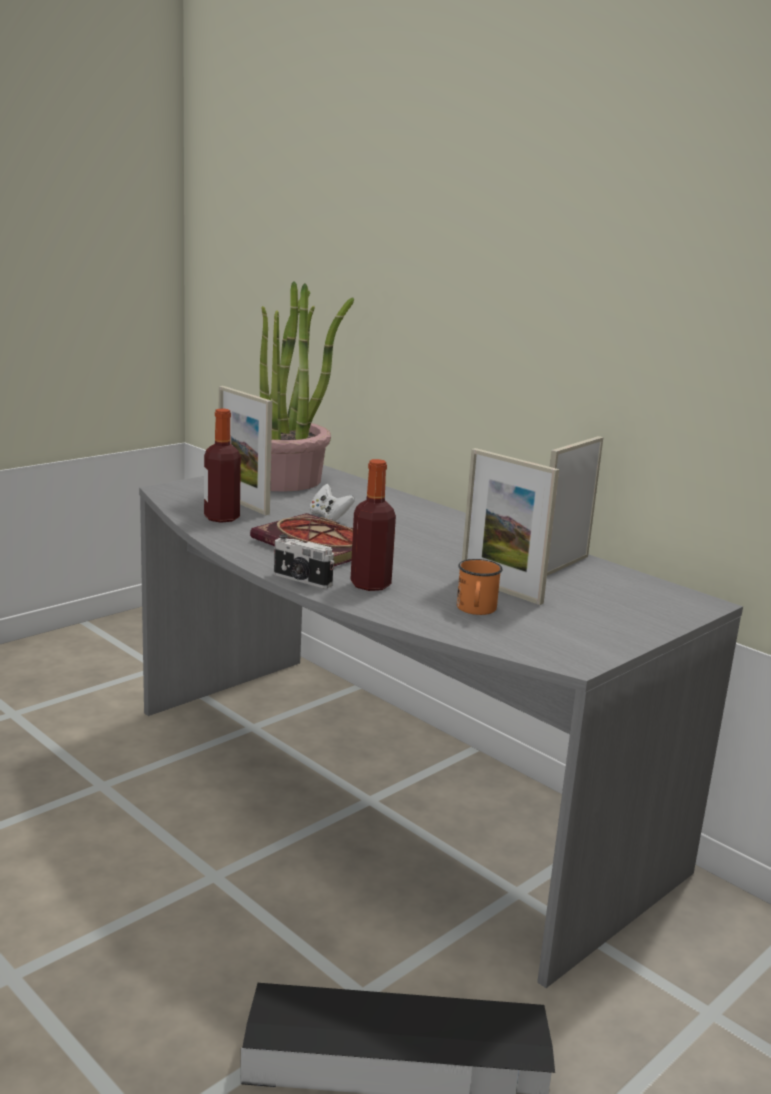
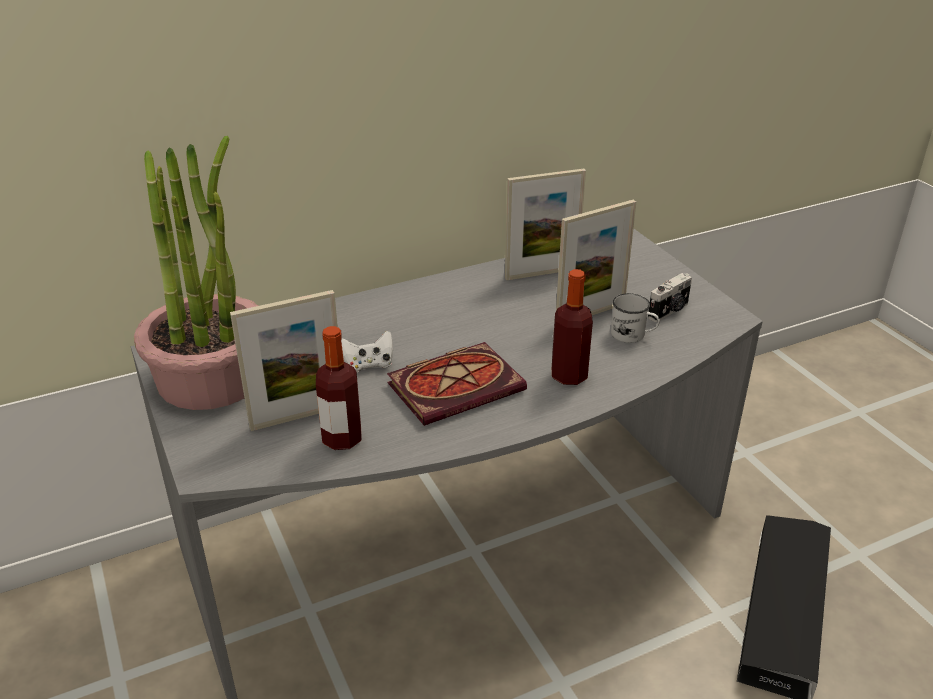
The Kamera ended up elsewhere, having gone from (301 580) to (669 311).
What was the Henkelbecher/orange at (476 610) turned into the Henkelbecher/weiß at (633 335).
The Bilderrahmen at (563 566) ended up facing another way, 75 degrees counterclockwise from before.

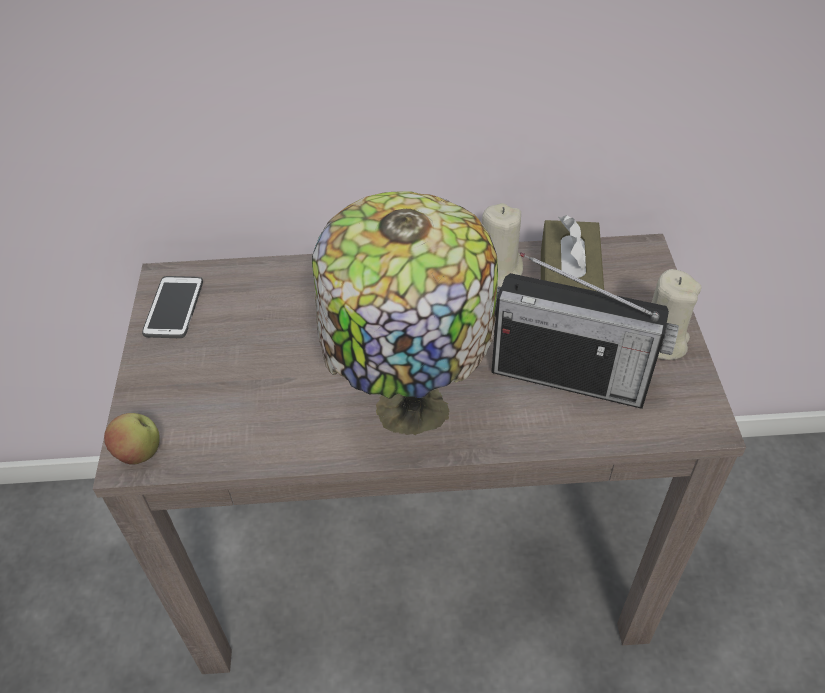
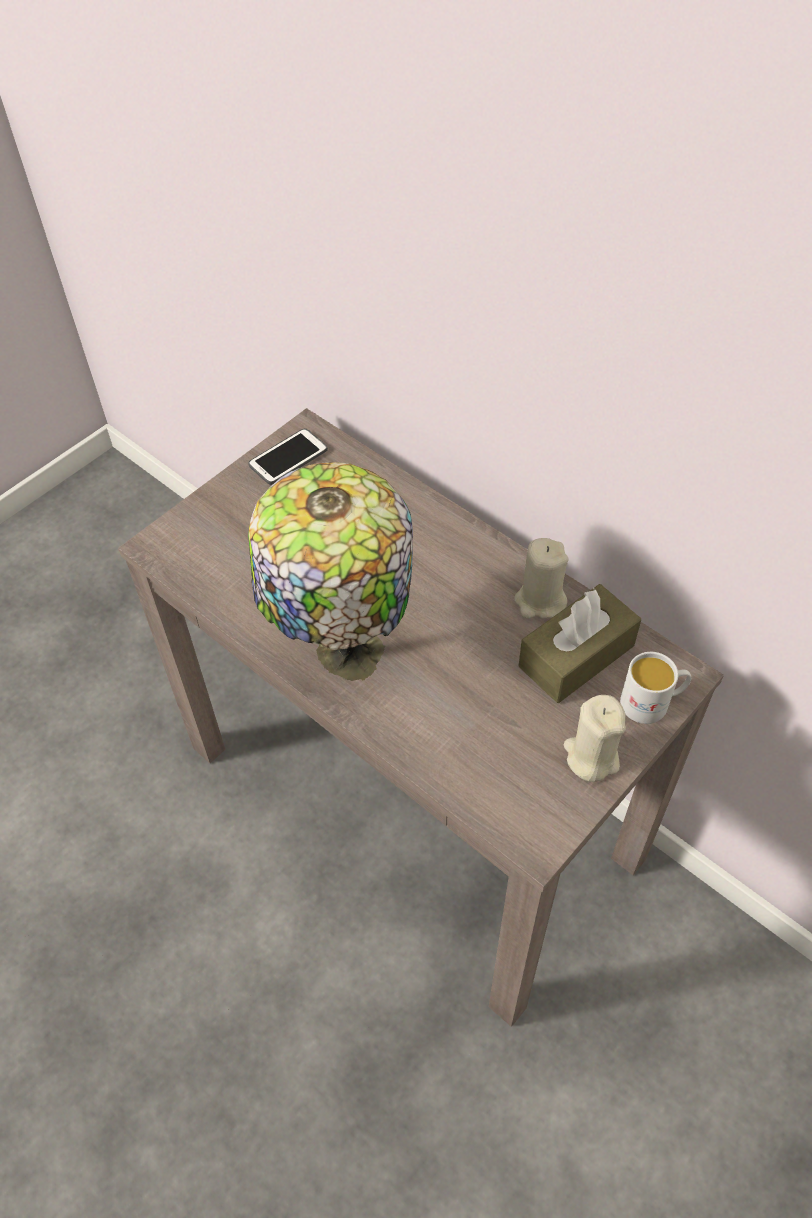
The second view lost the Apfel at (139 453).
The second view lost the Radio at (569 376).
The second view gained the Henkelbecher/weiß at (652 702).

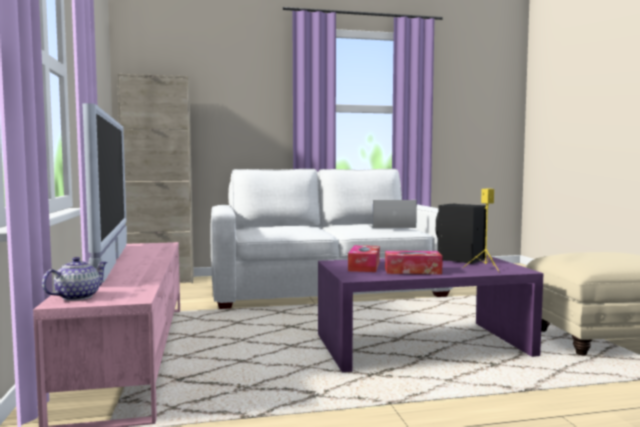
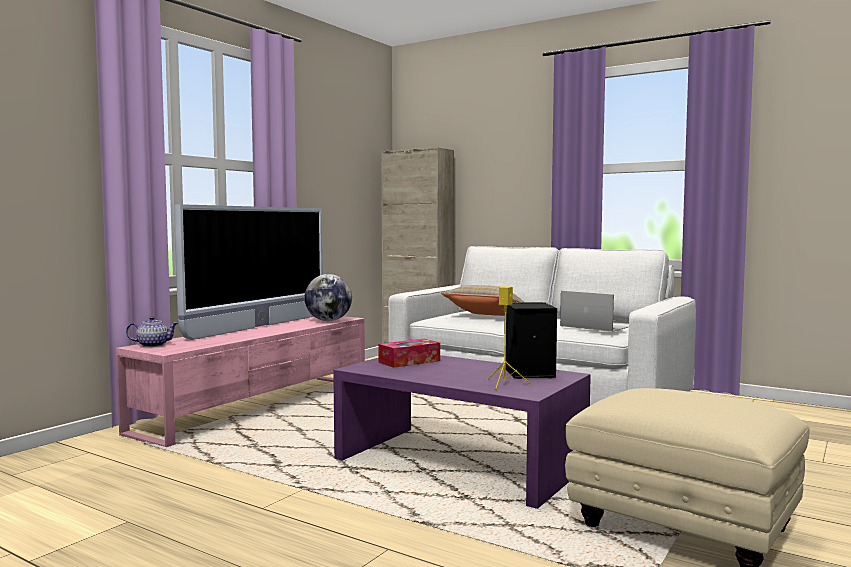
The second view lost the Taschentuchbox at (412 271).
The second view gained the Globus at (328 320).
The second view gained the Kissen/beige at (487 316).

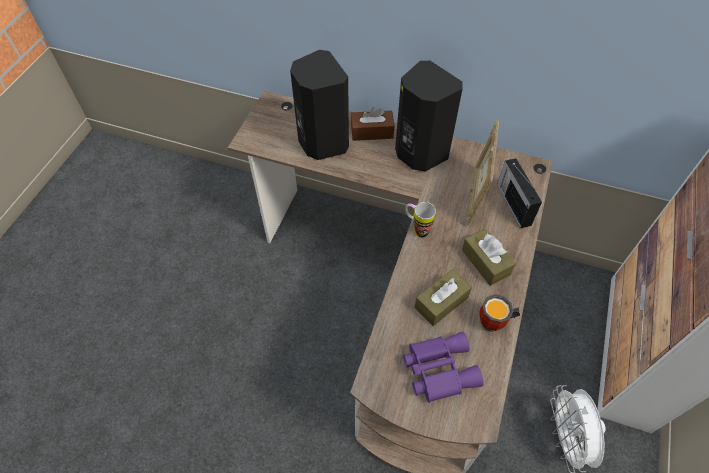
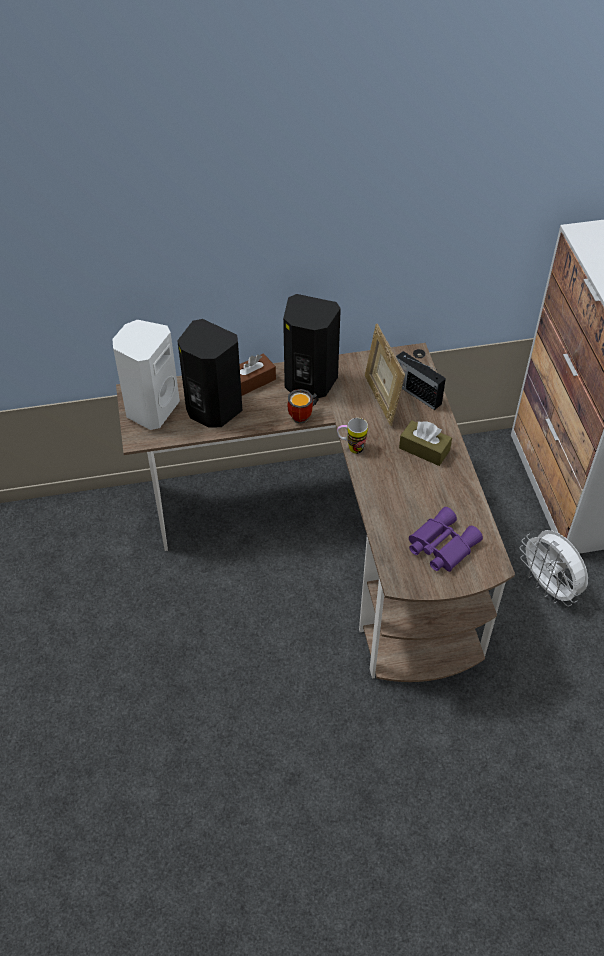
The second view lost the Taschentuchbox/braun at (441 302).
The second view gained the Lautsprecher/weiß at (151 409).
The Henkelbecher ended up elsewhere, having gone from (495 323) to (304 416).

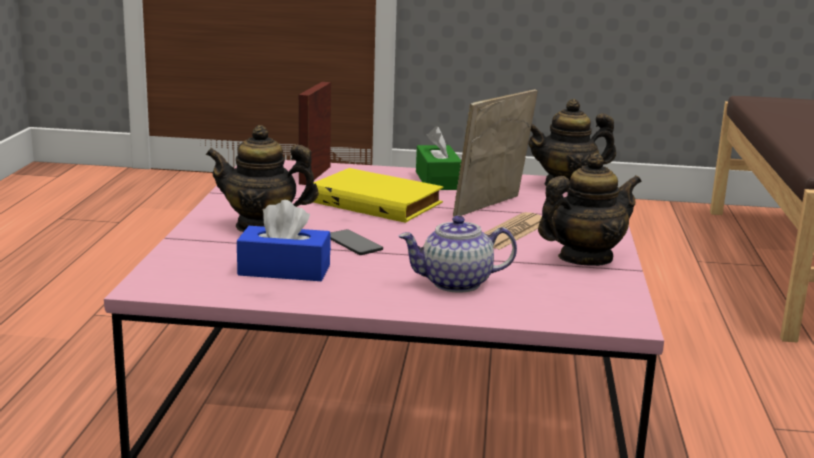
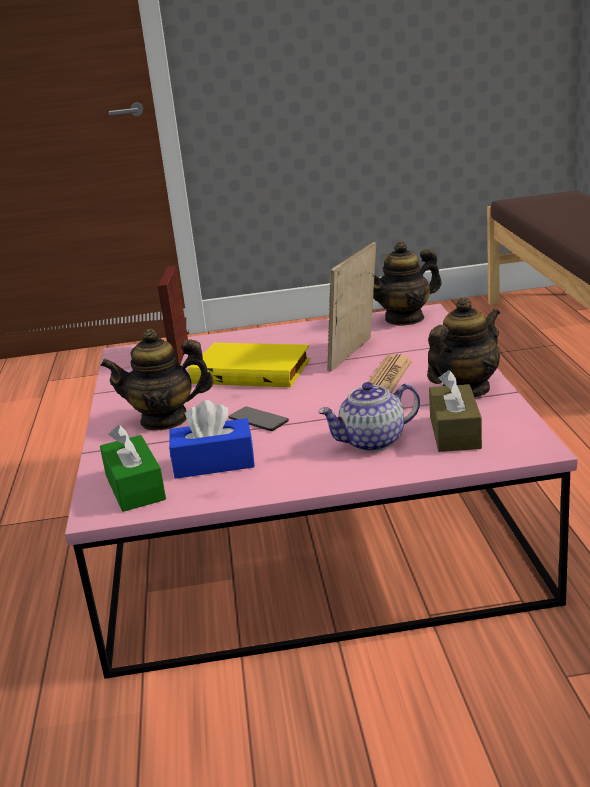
The second view gained the Taschentuchbox/braun at (454 432).
The Taschentuchbox/grün ended up elsewhere, having gone from (437 180) to (135 487).

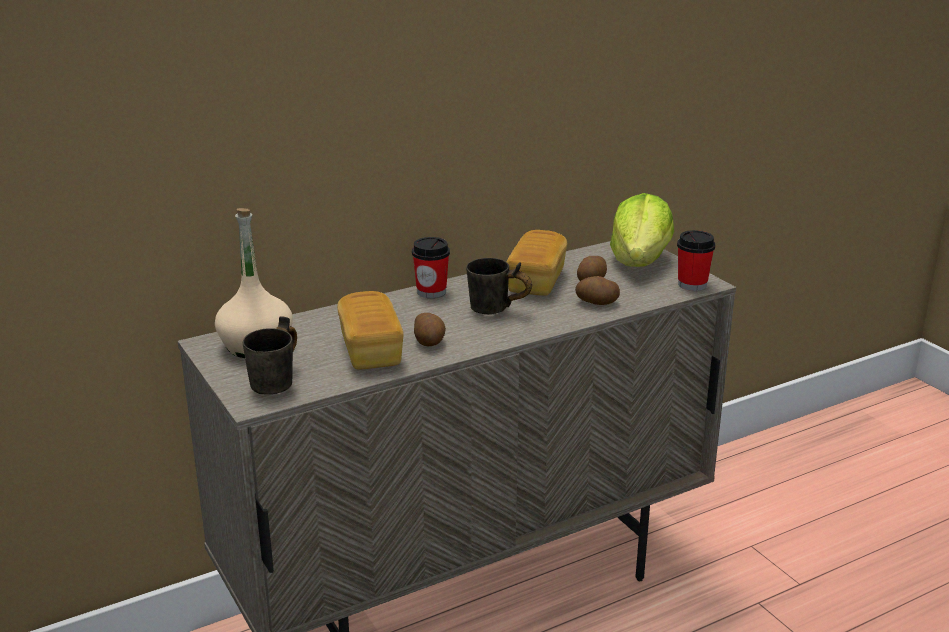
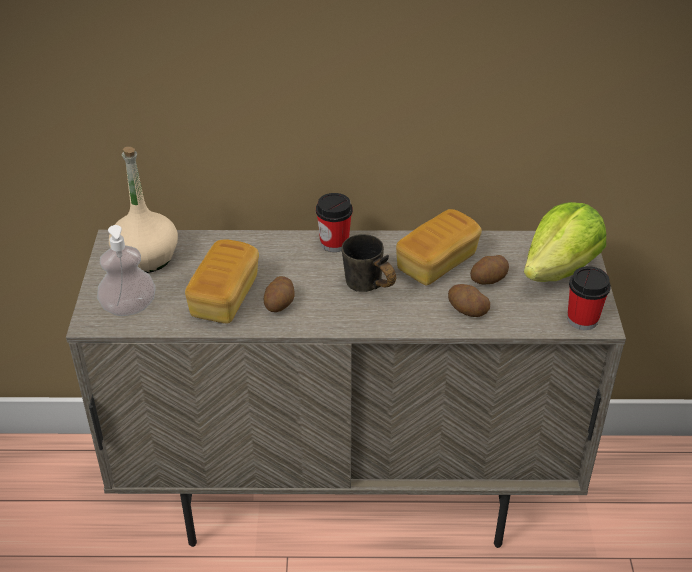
Where the Henkelbecher/grau stood at (281 383), the Seifenspender came to stand at (129 307).

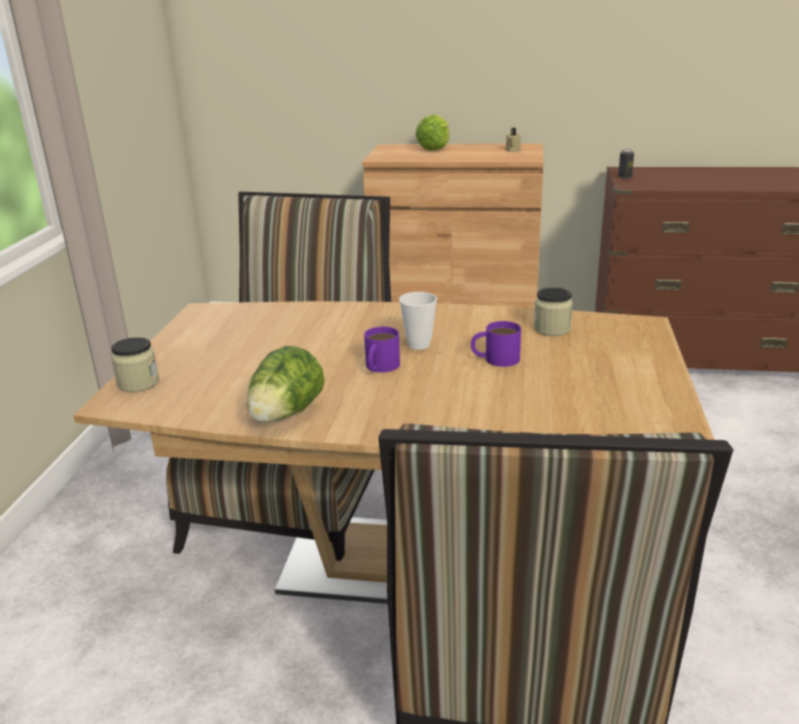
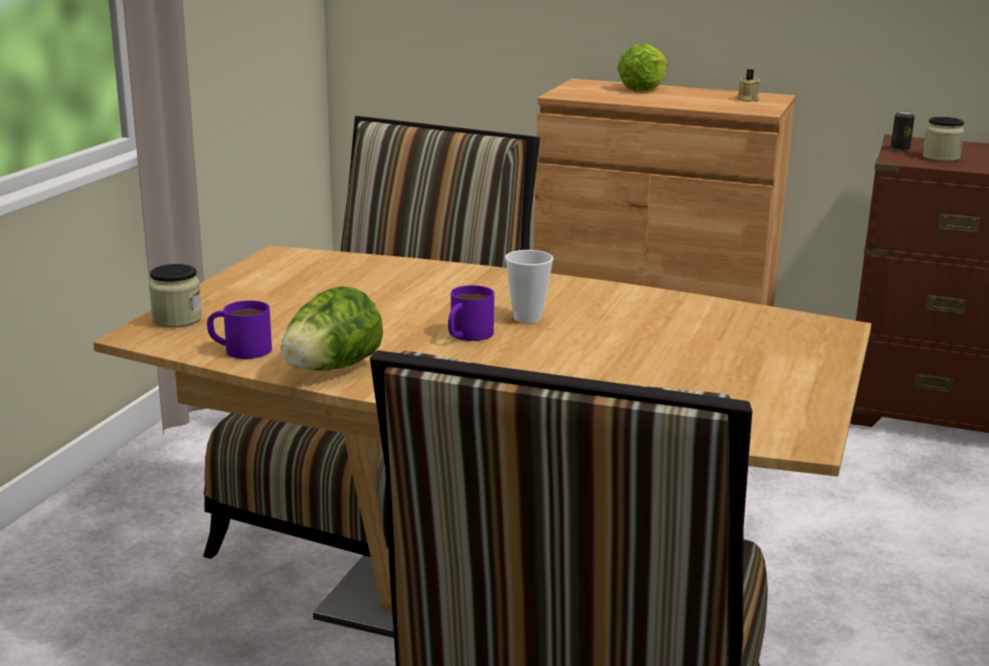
The Henkelbecher/lila ended up elsewhere, having gone from (495 359) to (239 349).
The Vorratsglas ended up elsewhere, having gone from (552 329) to (941 157).

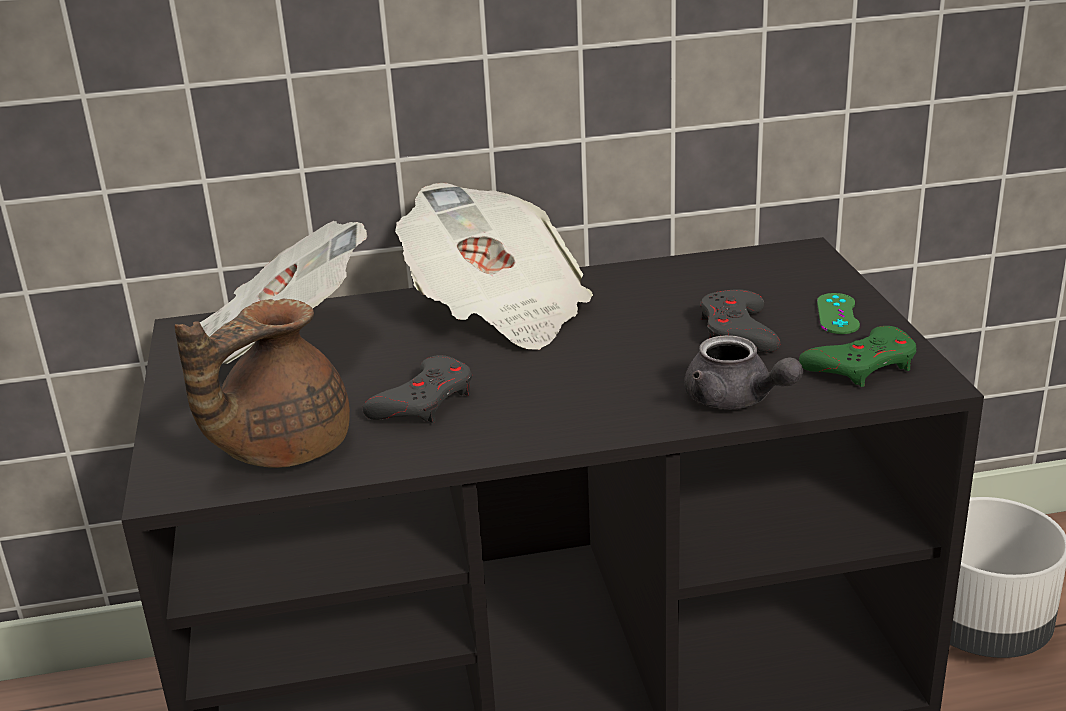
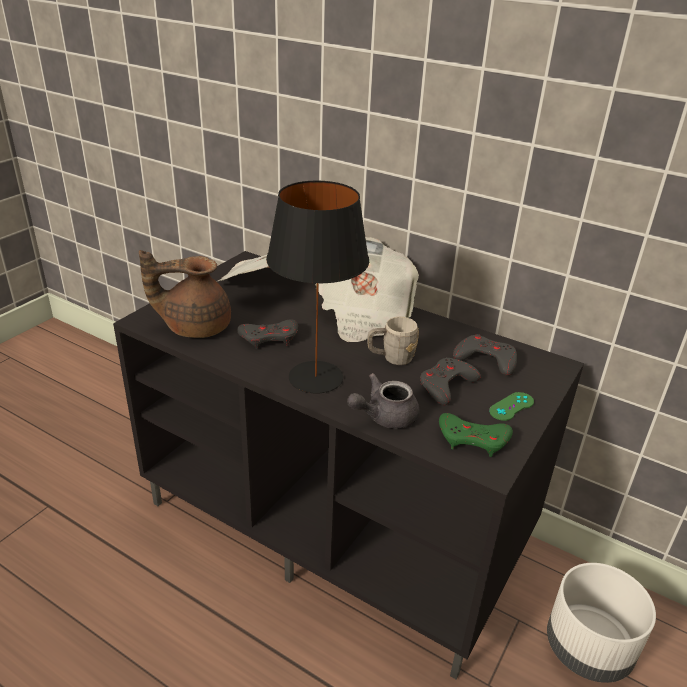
The second view gained the Tischlampe/schwarz at (316 378).
The second view gained the Henkelbecher/grau at (391 358).
The second view gained the Gamepad/grau at (486 359).
The Teekanne/grau at (736 400) ended up facing another way, 60 degrees clockwise from before.

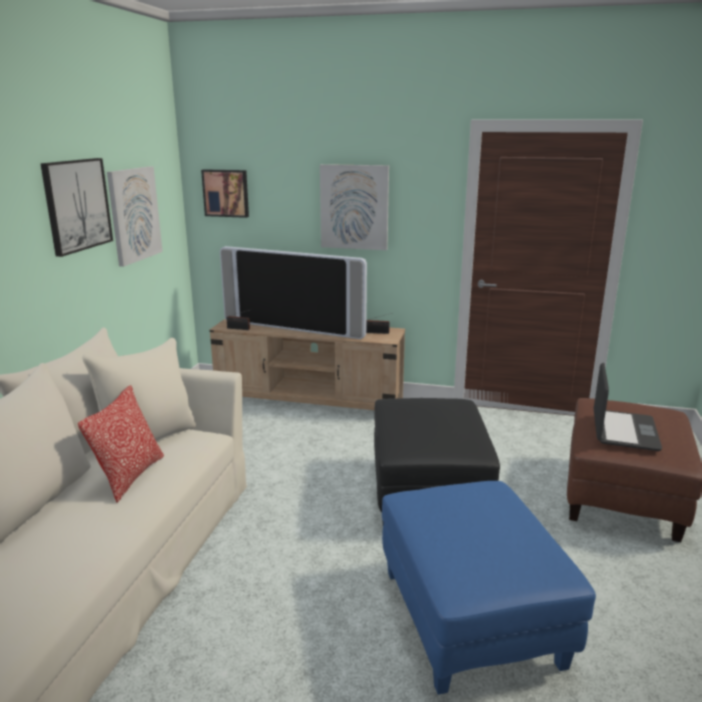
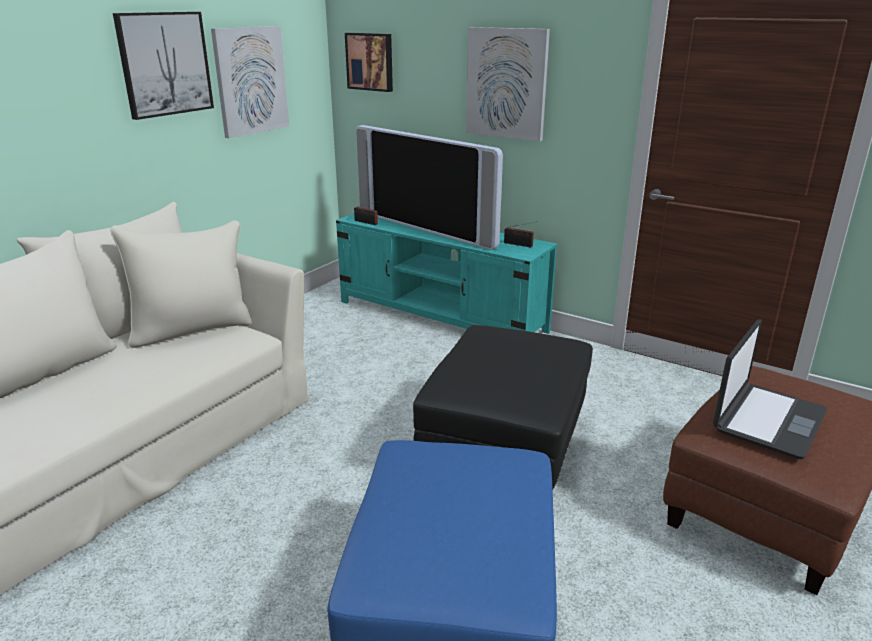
The second view lost the Kissen at (130 476).
What was the Fernsehschrank/beige at (310 401) turned into the Fernsehschrank/türkis at (441 316).

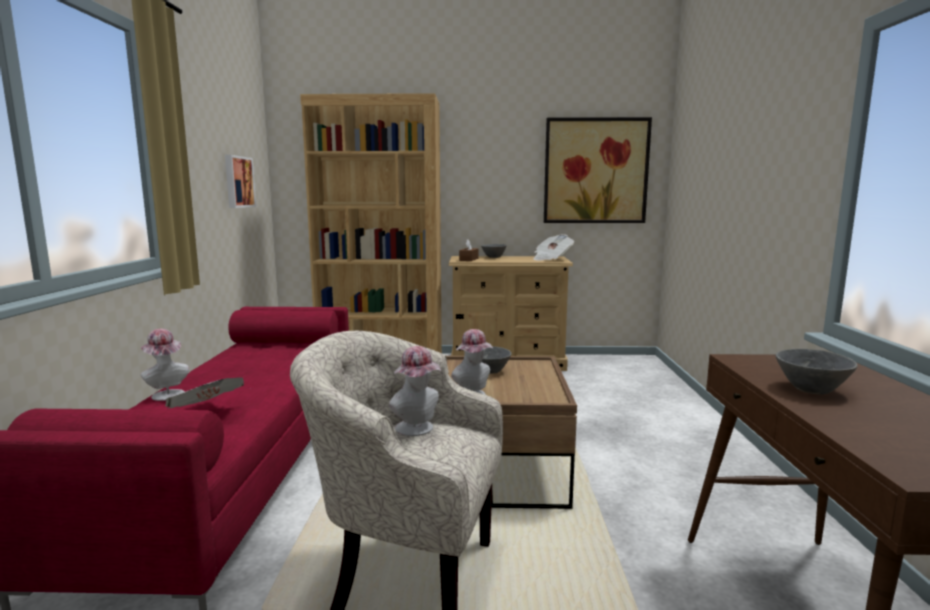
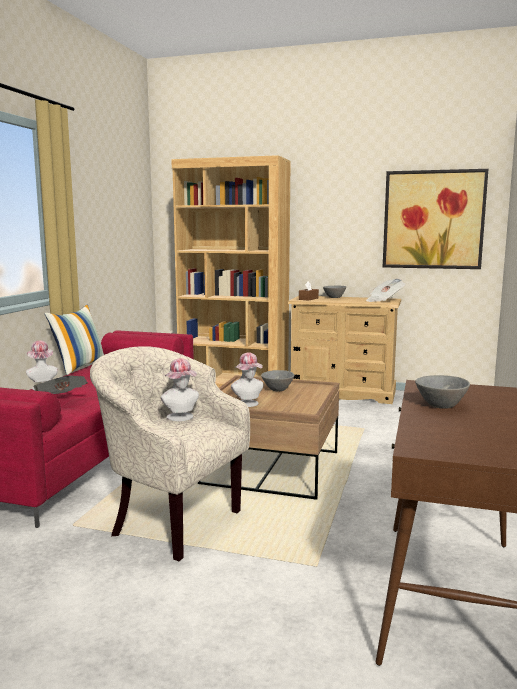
The second view lost the Bild at (238 182).
The second view gained the Kissen at (79 366).

